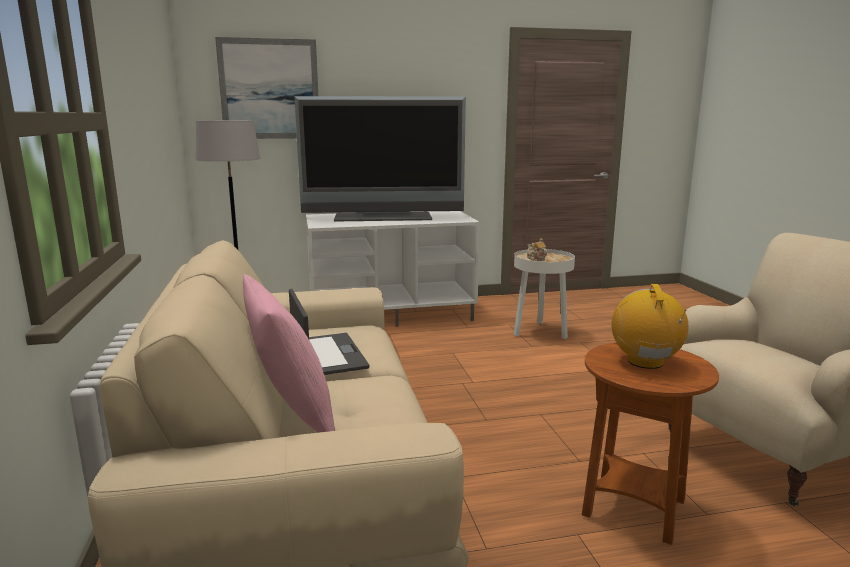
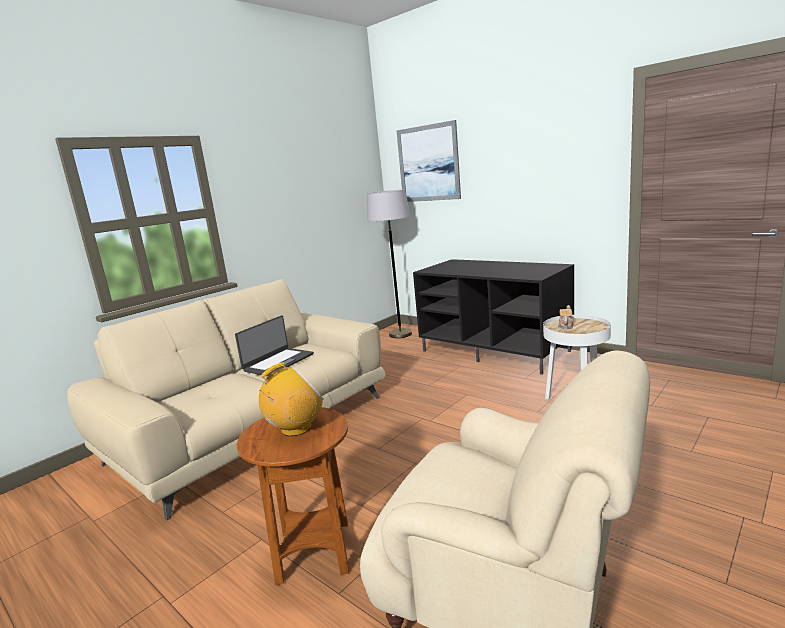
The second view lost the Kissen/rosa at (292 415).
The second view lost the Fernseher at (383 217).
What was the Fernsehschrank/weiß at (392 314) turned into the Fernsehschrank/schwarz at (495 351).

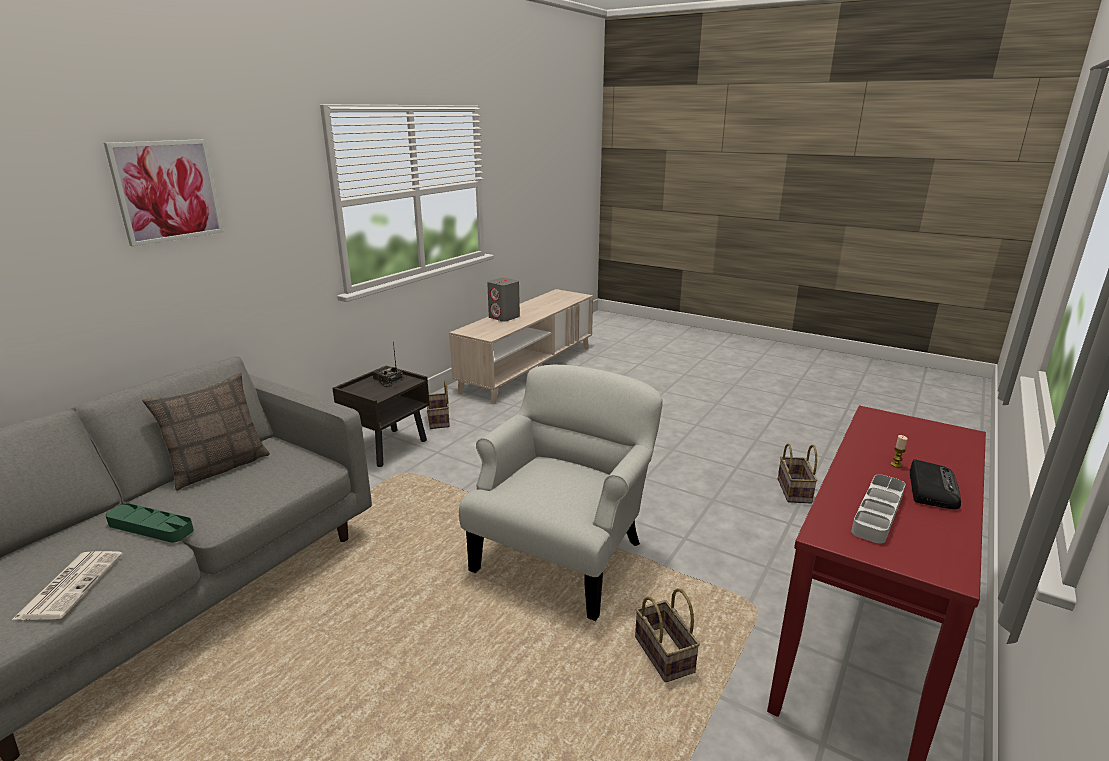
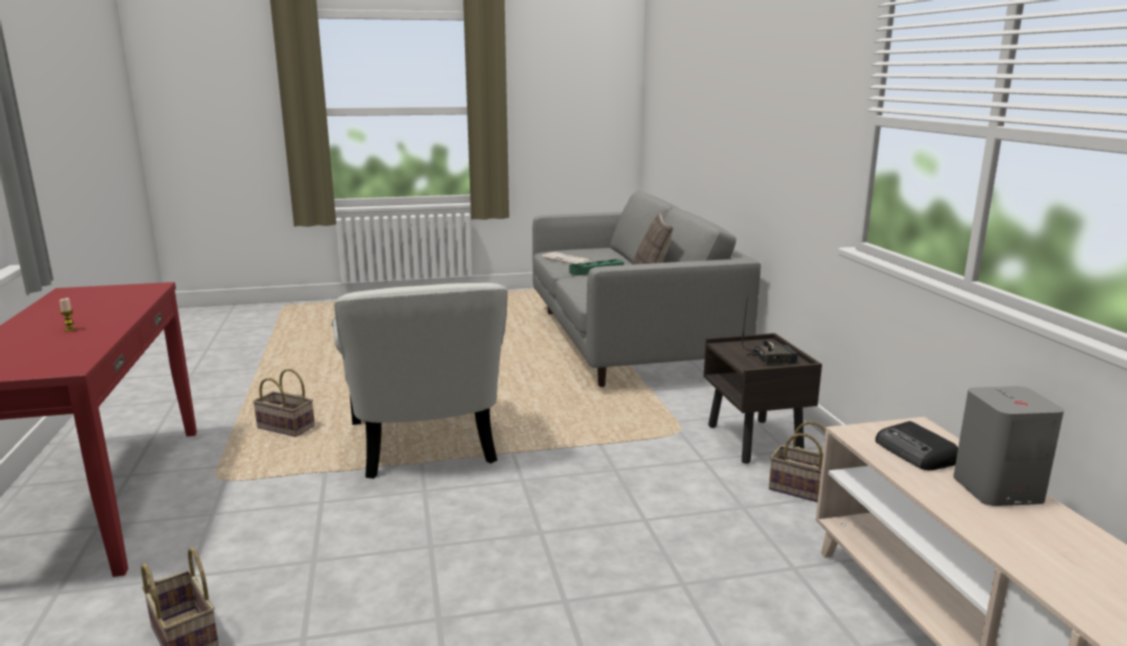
The second view lost the Bild at (167 191).
The second view lost the Tablett/grau at (878 512).
The Radio ended up elsewhere, having gone from (931 489) to (916 453).

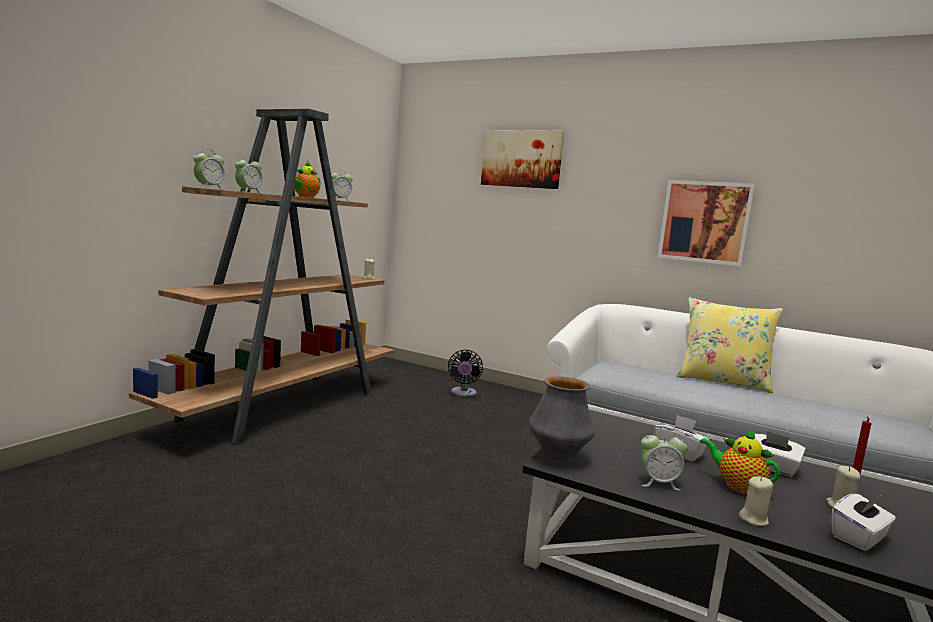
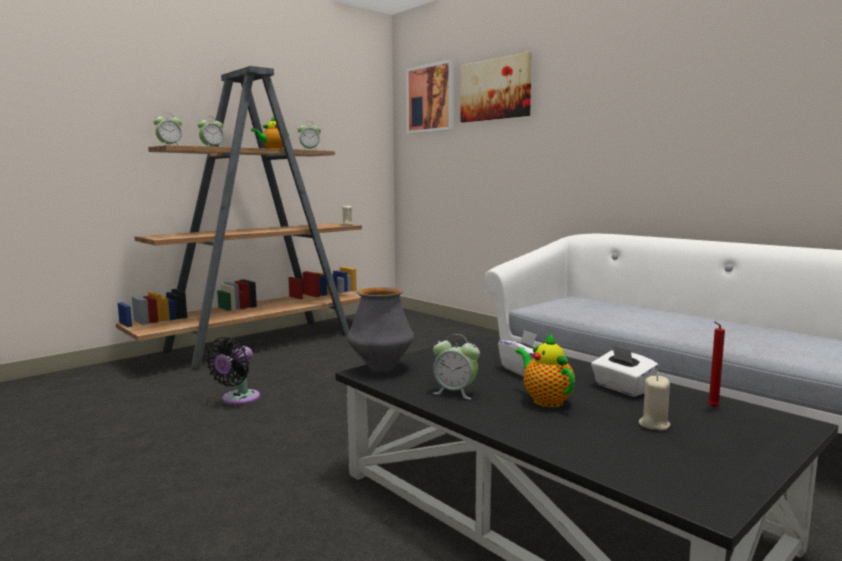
The second view lost the Kissen/gelb at (722 381).
The second view lost the Kerze/beige at (753 519).
The second view lost the Taschentuchbox/weiß at (859 538).
The Ventilator/schwarz ended up elsewhere, having gone from (463 393) to (238 399).
The Bild ended up elsewhere, having gone from (704 222) to (431 98).

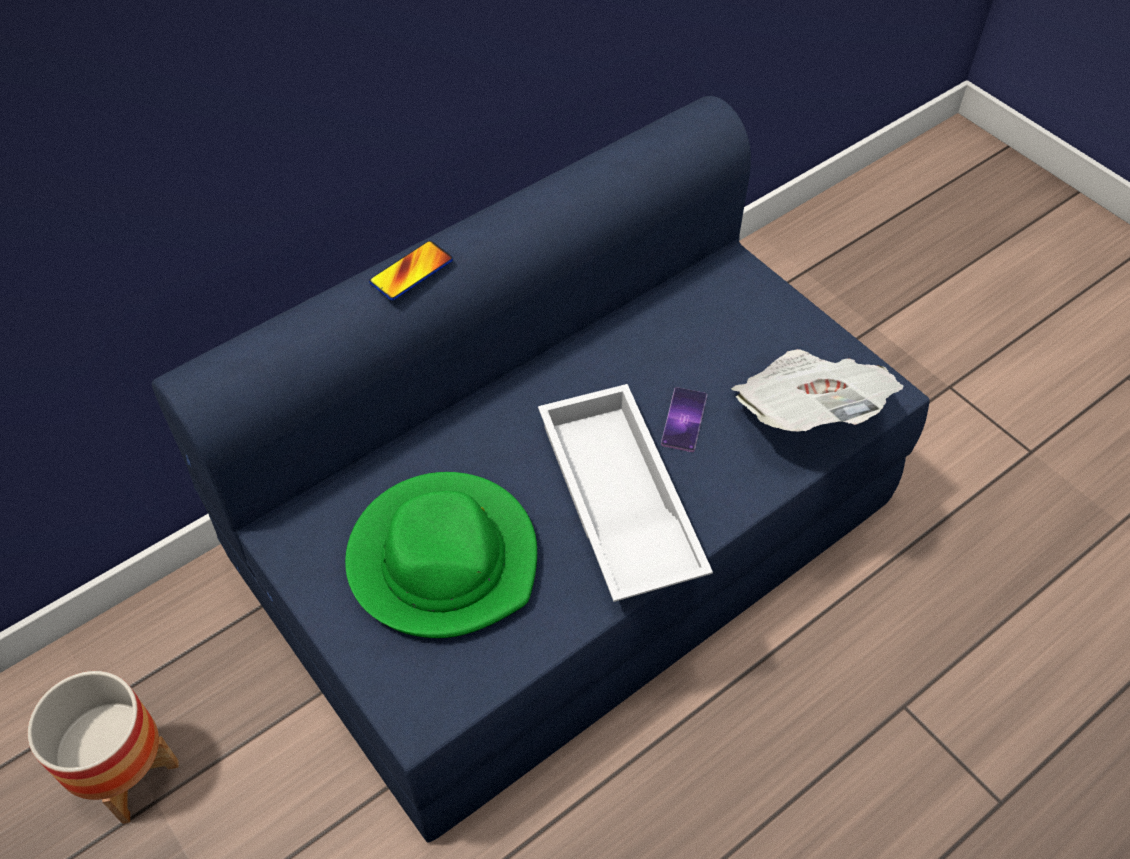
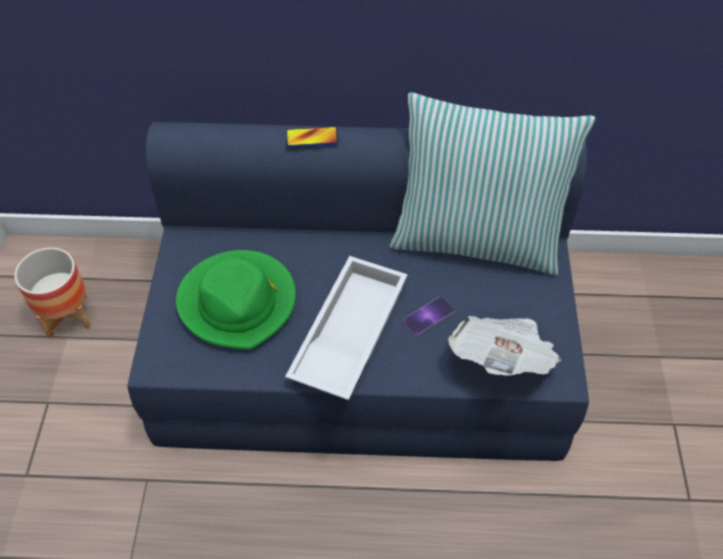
The second view gained the Kissen at (476 239).

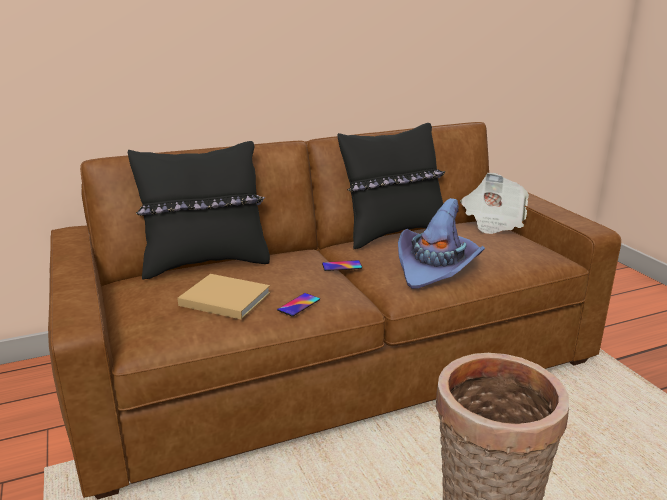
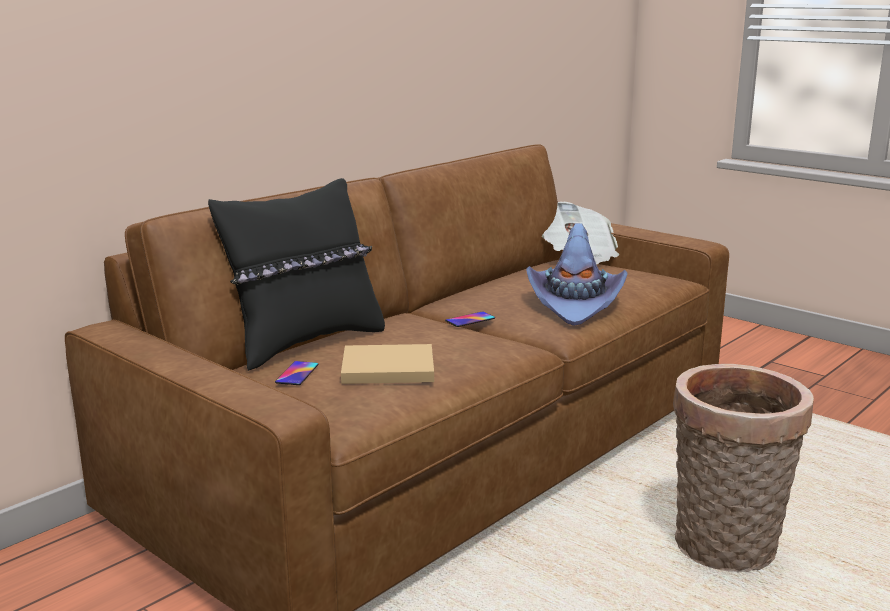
The second view lost the Kissen/schwarz at (393 233).
The Handy ended up elsewhere, having gone from (299 305) to (297 374).

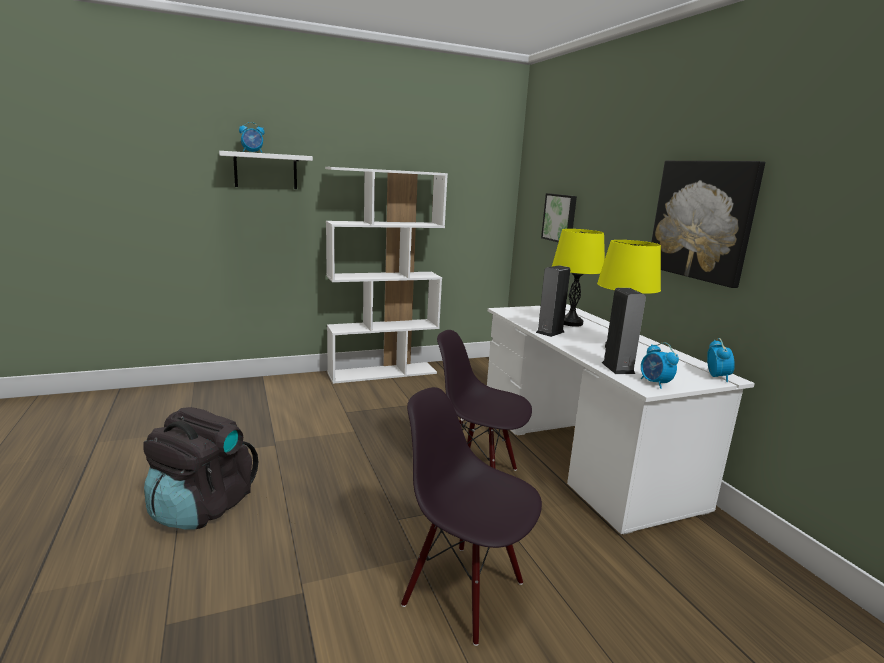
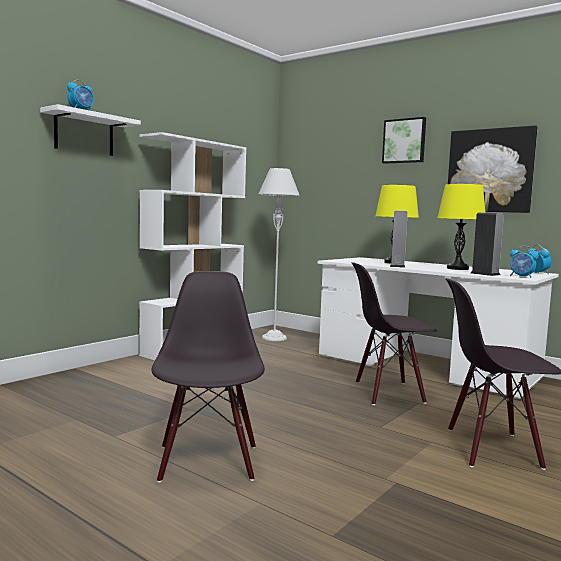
The second view gained the Stehlampe/grau at (274 338).
The Bild ended up elsewhere, having gone from (560 218) to (404 141).
Where the Rucksack/schwarz stood at (202 507), the Stuhl/schwarz came to stand at (207 462).

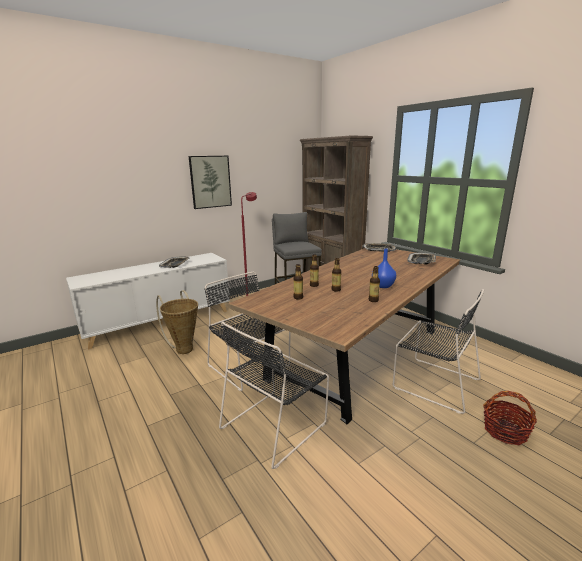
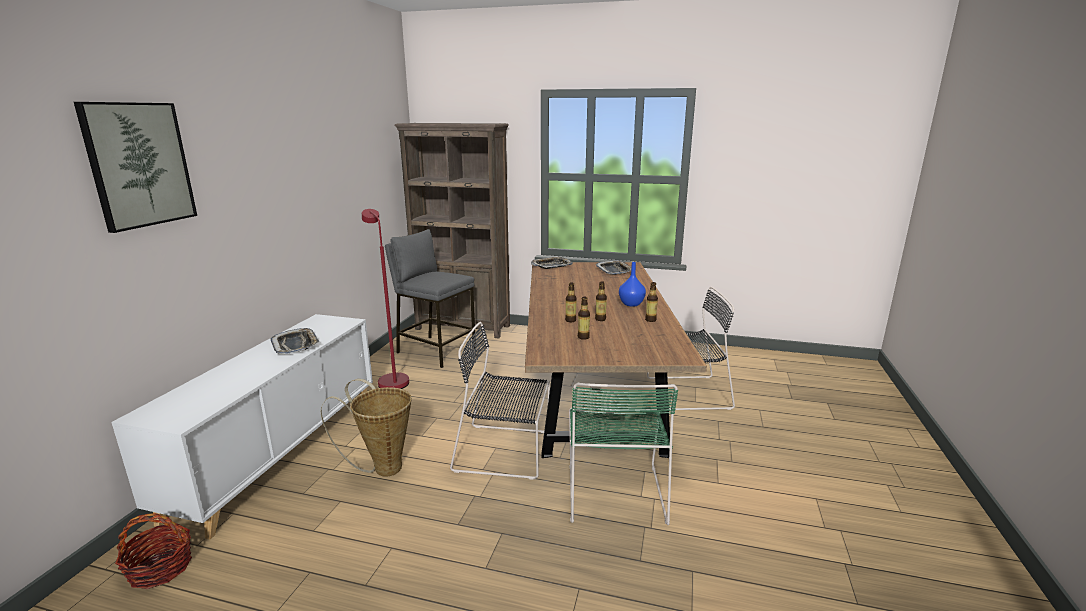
The Bild ended up elsewhere, having gone from (210 182) to (139 165).
The Korb ended up elsewhere, having gone from (505 431) to (161 568).
What was the Stuhl/schwarz at (276 424) turned into the Stuhl/grün at (615 489).

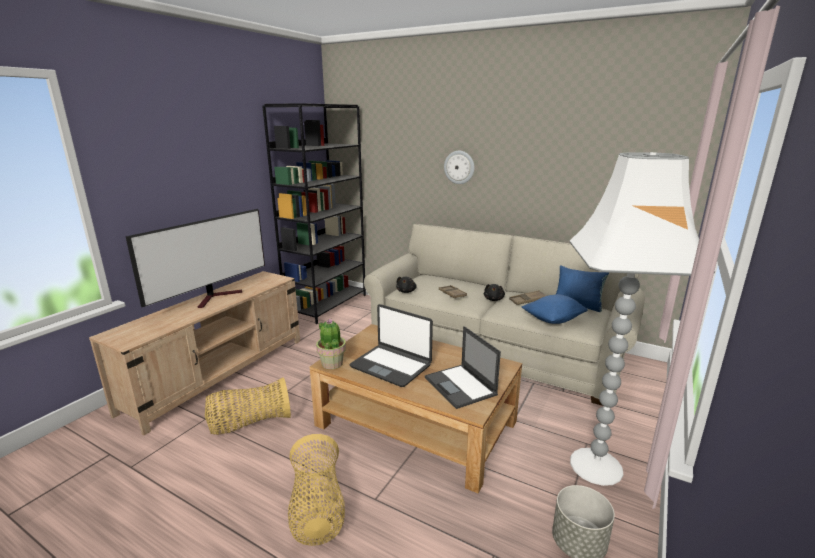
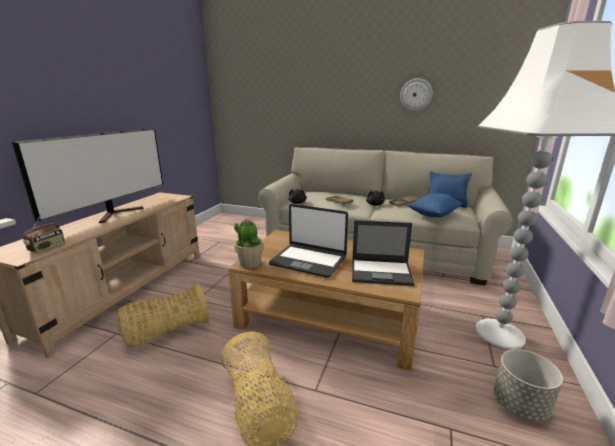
The second view lost the Bücherregal/schwarz at (327 304).
The second view gained the Radio at (47 248).
The Wanduhr ended up elsewhere, having gone from (459 167) to (416 95).
The Laptop at (460 386) ended up facing another way, 45 degrees counterclockwise from before.

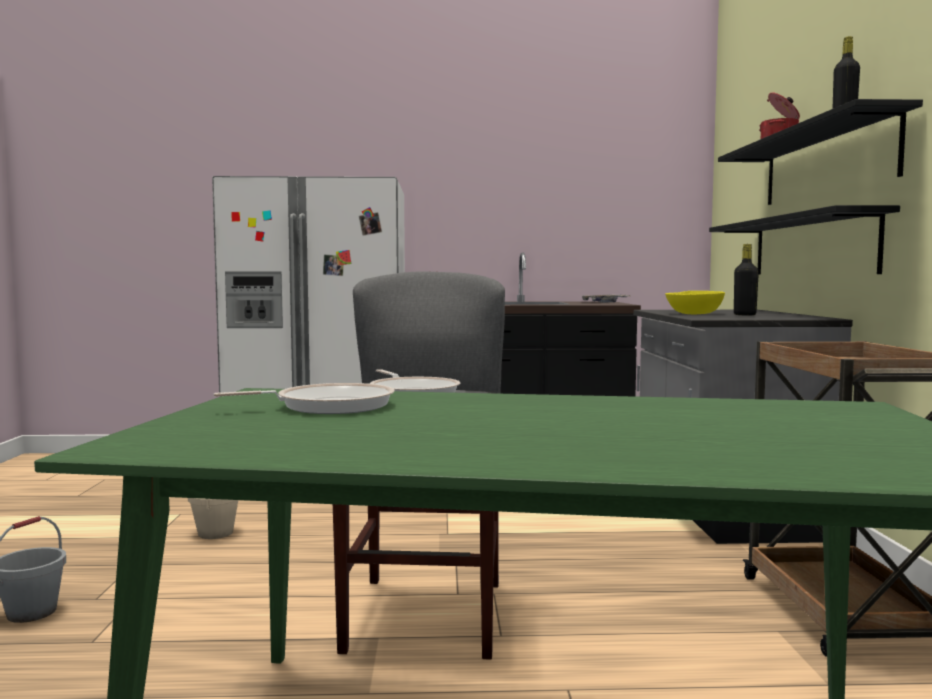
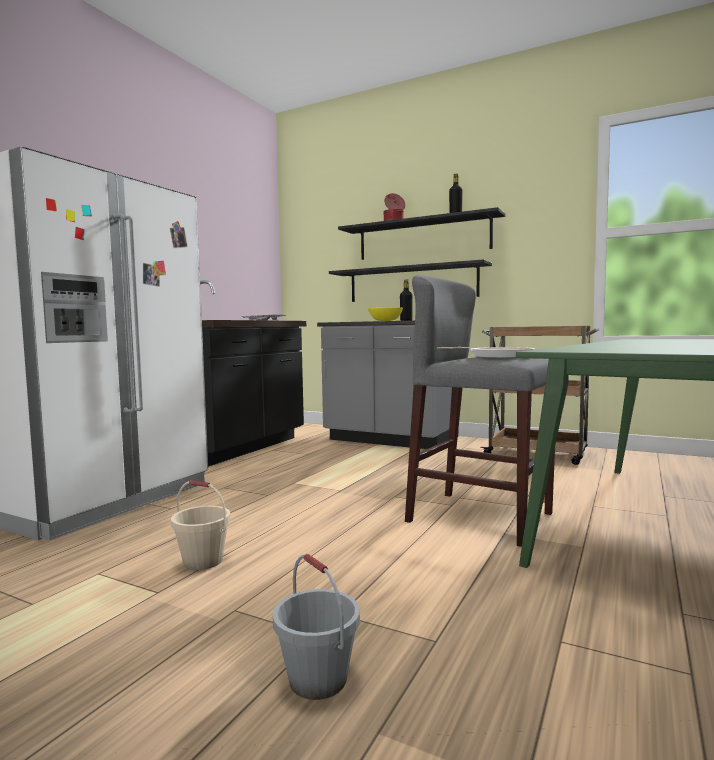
The second view lost the Pfanne at (328 406).

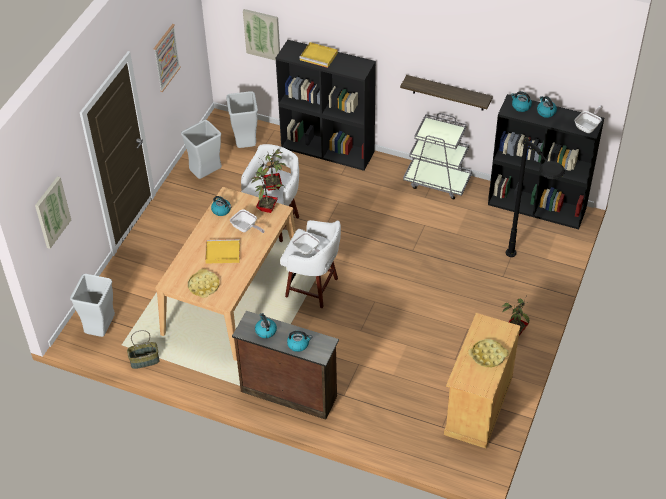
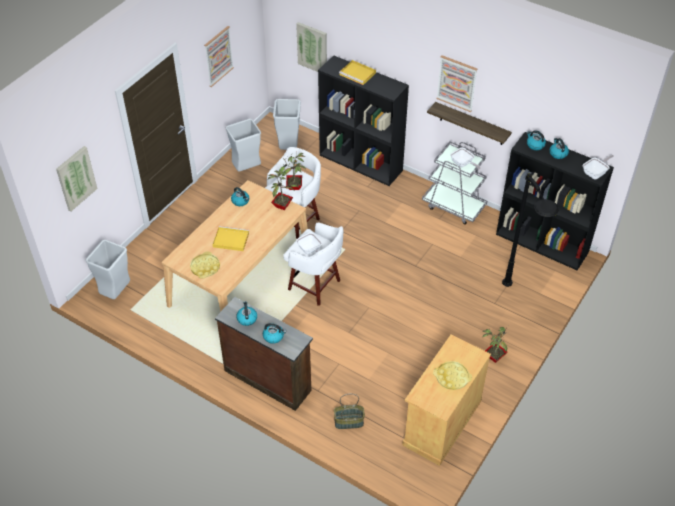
The second view gained the Bild at (457 83).
The Korb ended up elsewhere, having gone from (144 361) to (348 422).
The Pfanne ended up elsewhere, having gone from (246 228) to (463 164).

